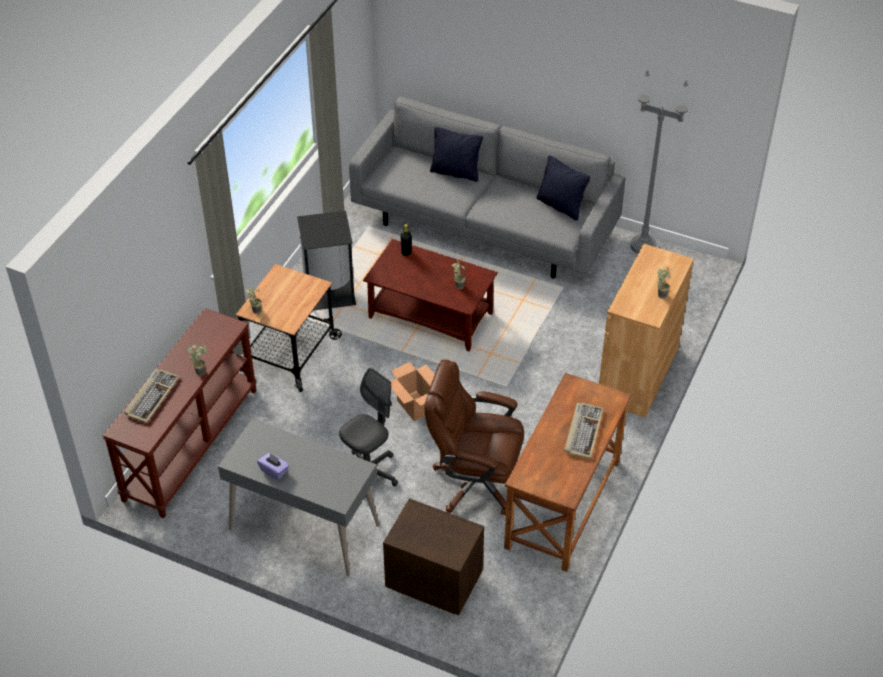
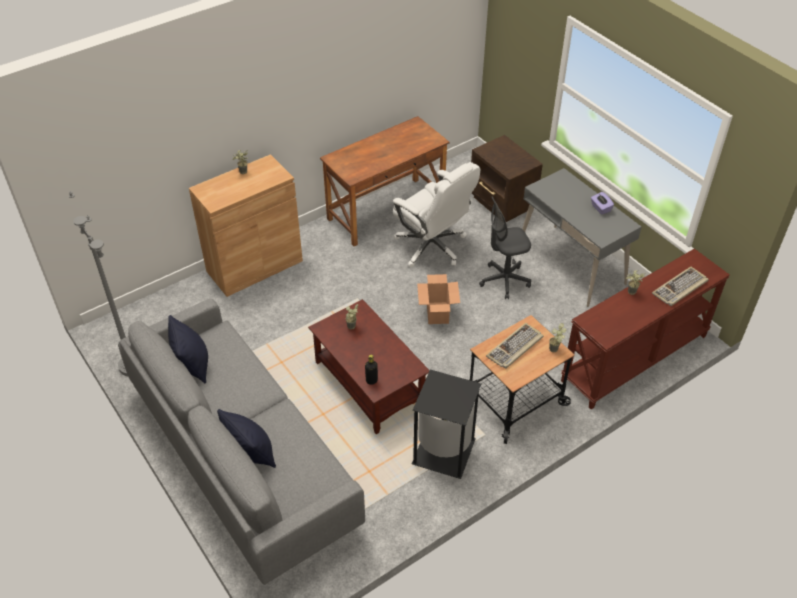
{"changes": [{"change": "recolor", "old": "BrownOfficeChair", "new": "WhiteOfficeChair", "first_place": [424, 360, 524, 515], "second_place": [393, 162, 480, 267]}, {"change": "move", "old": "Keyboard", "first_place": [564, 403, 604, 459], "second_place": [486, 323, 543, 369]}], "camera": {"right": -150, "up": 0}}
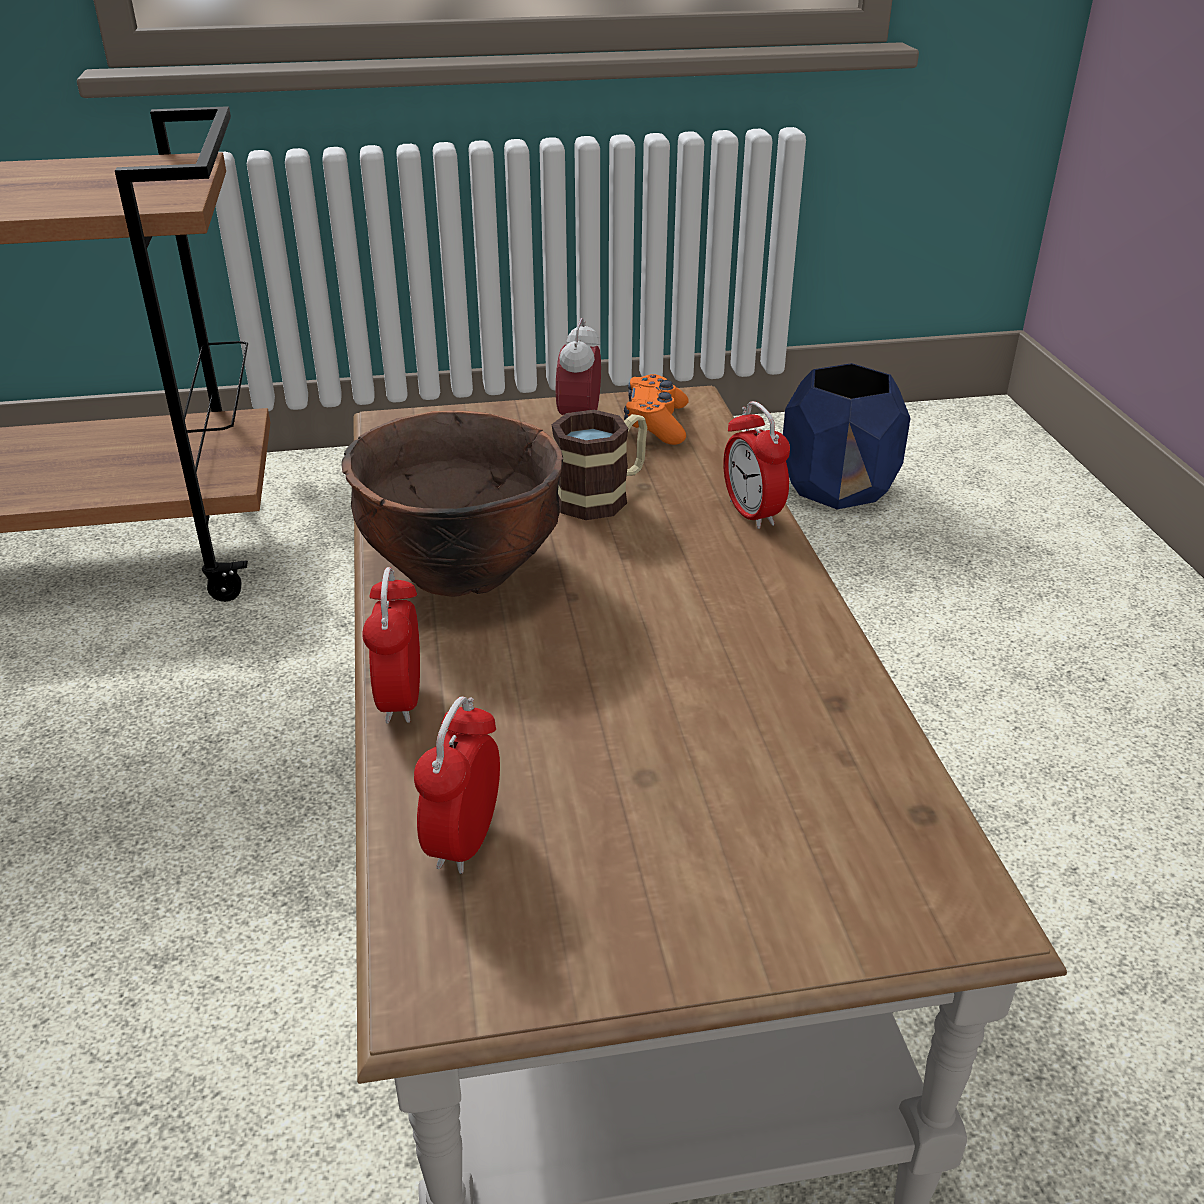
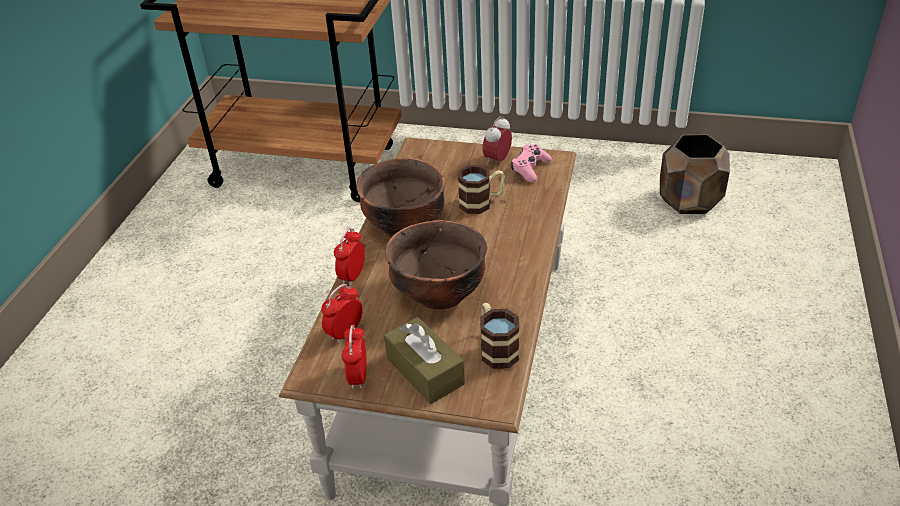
{"changes": [{"change": "recolor", "old": "BluePlanter", "new": "BrownPlanter", "first_place": [783, 363, 910, 509], "second_place": [660, 135, 730, 214]}, {"change": "recolor", "old": "OrangeGameController", "new": "PinkGameController", "first_place": [624, 374, 689, 445], "second_place": [511, 144, 552, 182]}, {"change": "move", "old": "AlarmClock", "first_place": [723, 401, 790, 529], "second_place": [342, 325, 366, 389]}, {"change": "insert", "new": "BrownBowl", "second_place": [385, 220, 487, 309]}, {"change": "insert", "new": "Mug", "second_place": [480, 303, 520, 369]}, {"change": "insert", "new": "BrownTissueBox", "second_place": [384, 317, 465, 404]}], "camera": {"right": 25, "up": 5}}
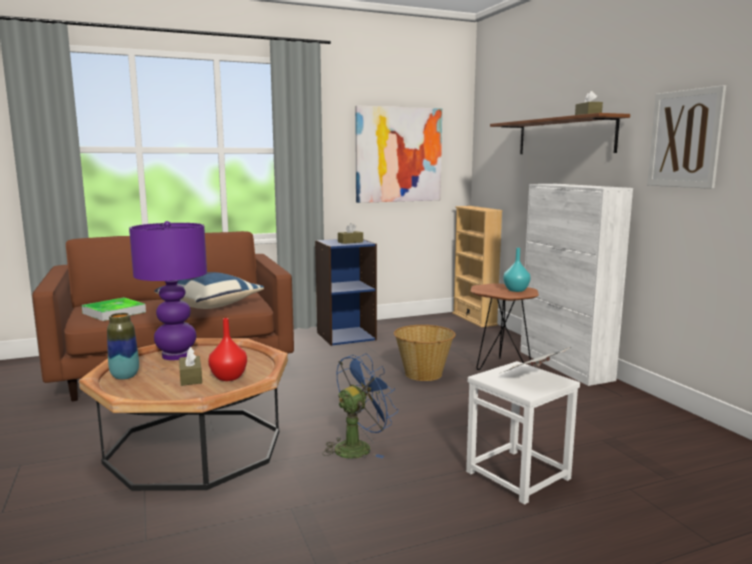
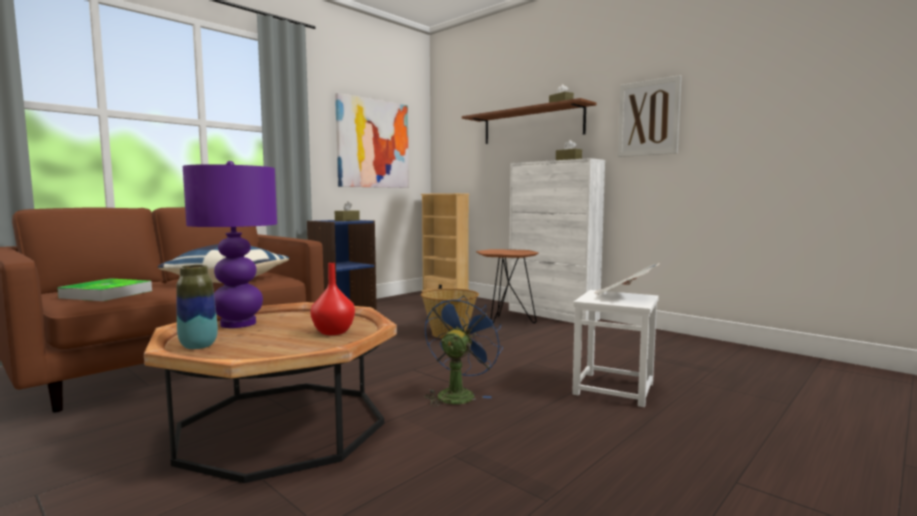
{"changes": [{"change": "delete", "old": "TurquoiseVase", "first_place": [503, 248, 531, 292]}, {"change": "move", "old": "BrownTissueBox", "first_place": [179, 347, 202, 386], "second_place": [556, 140, 582, 160]}], "camera": {"right": -25, "up": -5}}
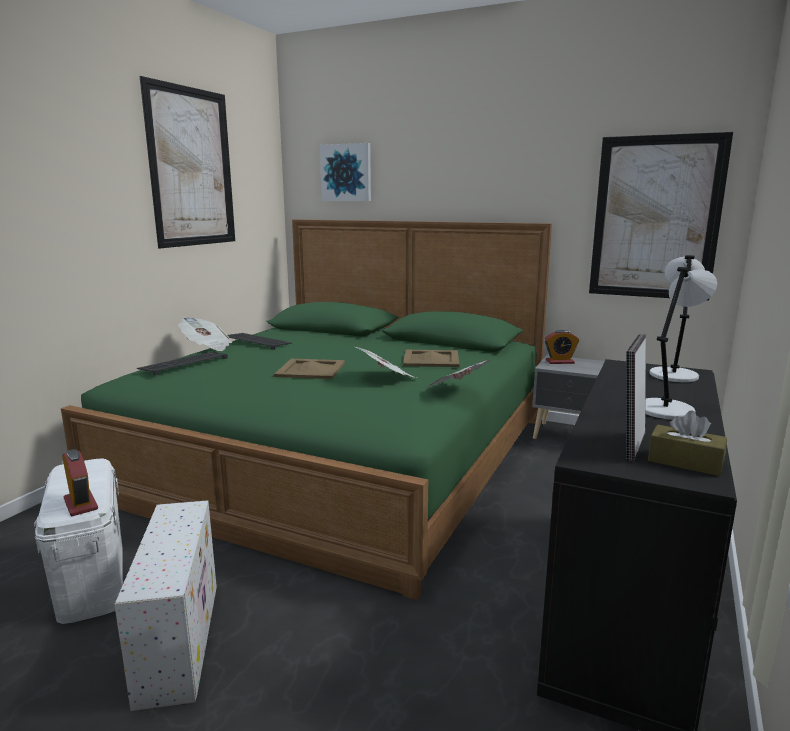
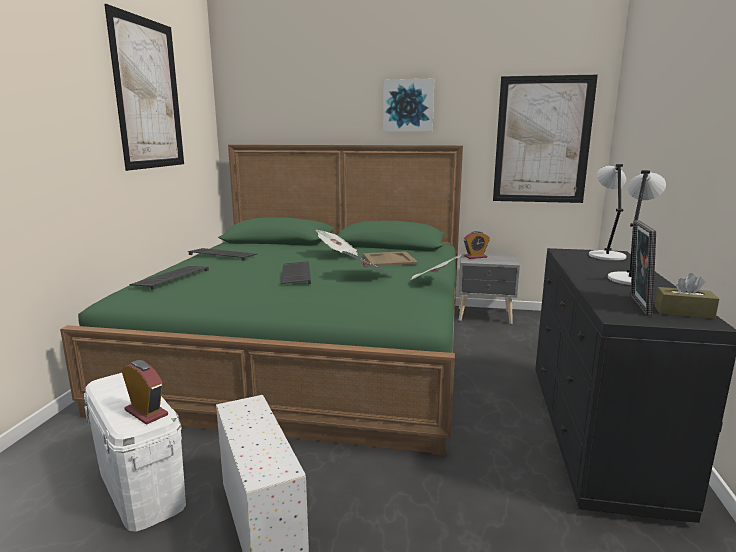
{"changes": [{"change": "move", "old": "Picture", "first_place": [320, 143, 371, 201], "second_place": [383, 79, 434, 132]}, {"change": "move", "old": "Newspaper", "first_place": [178, 317, 232, 351], "second_place": [316, 230, 358, 256]}, {"change": "replace", "old": "BeigeTray", "new": "Keyboard", "first_place": [274, 359, 345, 379], "second_place": [281, 261, 311, 284]}], "camera": {"right": -15, "up": 0}}
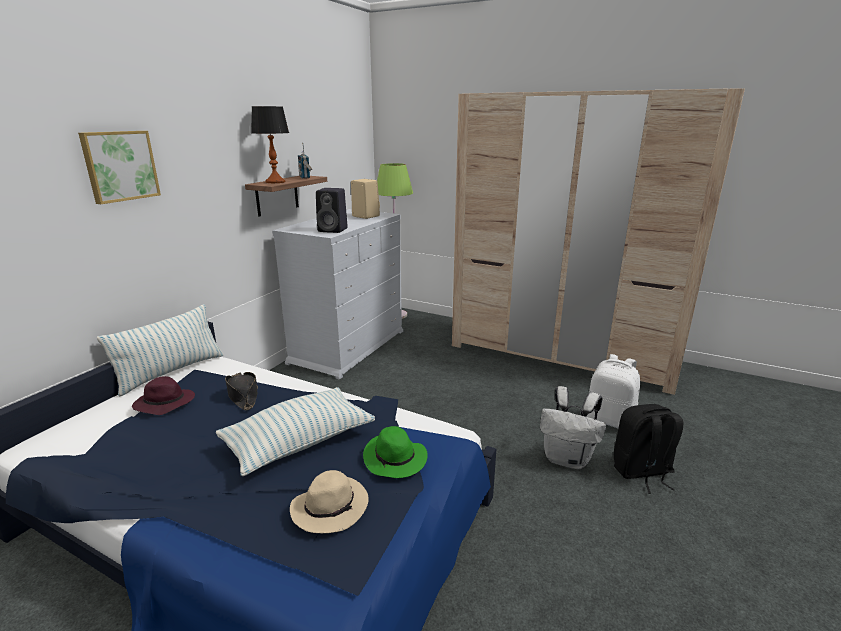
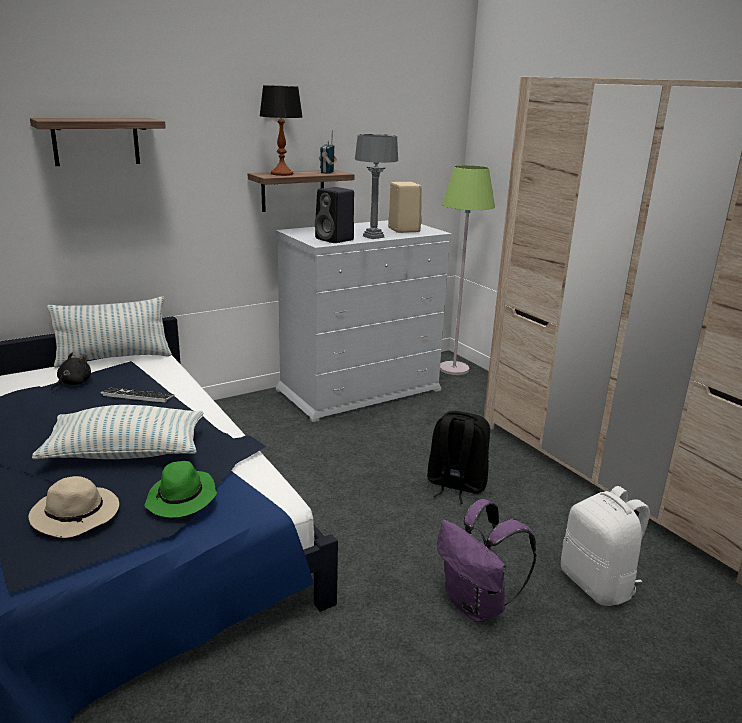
{"changes": [{"change": "replace", "old": "Picture", "new": "Shelf", "first_place": [78, 131, 161, 204], "second_place": [30, 118, 166, 166]}, {"change": "replace", "old": "BlackHat", "new": "Keyboard", "first_place": [225, 372, 258, 410], "second_place": [101, 387, 175, 403]}, {"change": "replace", "old": "PurpleHat", "new": "BlackPlushToy", "first_place": [132, 376, 195, 415], "second_place": [51, 353, 91, 391]}, {"change": "recolor", "old": "WhiteBackpack", "new": "PurpleBackpack", "first_place": [540, 386, 606, 469], "second_place": [437, 499, 537, 623]}, {"change": "move", "old": "BlackBackpack", "first_place": [614, 404, 683, 494], "second_place": [427, 411, 490, 504]}, {"change": "insert", "new": "GreyTableLamp", "second_place": [355, 134, 398, 239]}], "camera": {"right": 30, "up": 0}}
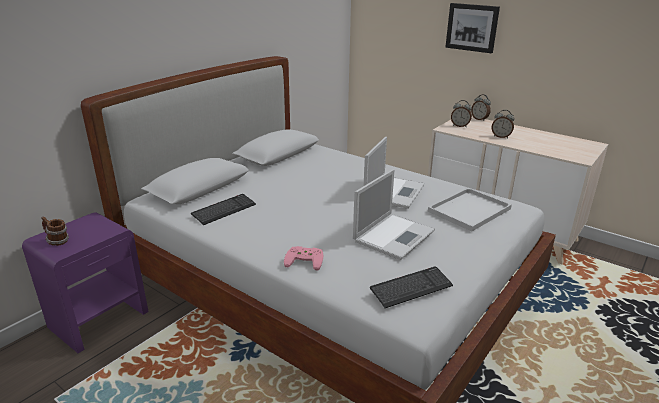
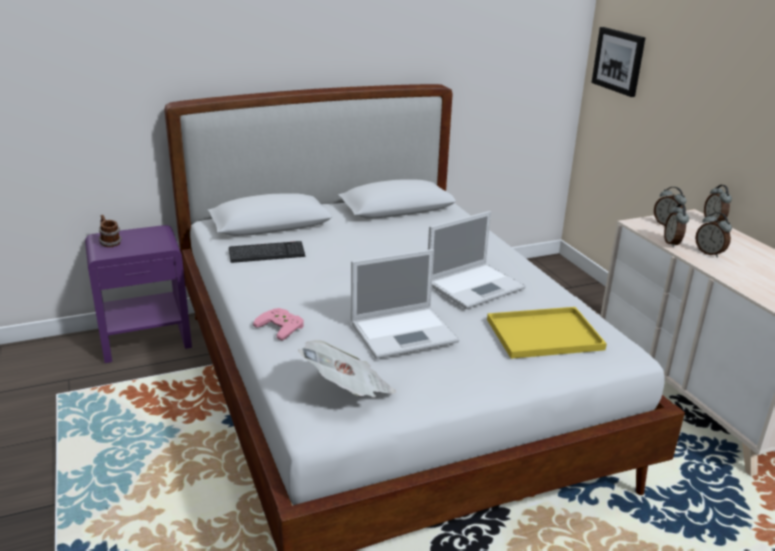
{"changes": [{"change": "move", "old": "Picture", "first_place": [445, 3, 500, 53], "second_place": [591, 27, 645, 97]}, {"change": "recolor", "old": "WhiteTray", "new": "YellowTray", "first_place": [428, 188, 512, 231], "second_place": [487, 307, 607, 359]}, {"change": "replace", "old": "Keyboard", "new": "Newspaper", "first_place": [370, 267, 453, 308], "second_place": [298, 340, 396, 397]}, {"change": "insert", "new": "AlarmClock", "second_place": [664, 204, 689, 248]}], "camera": {"right": 30, "up": 0}}
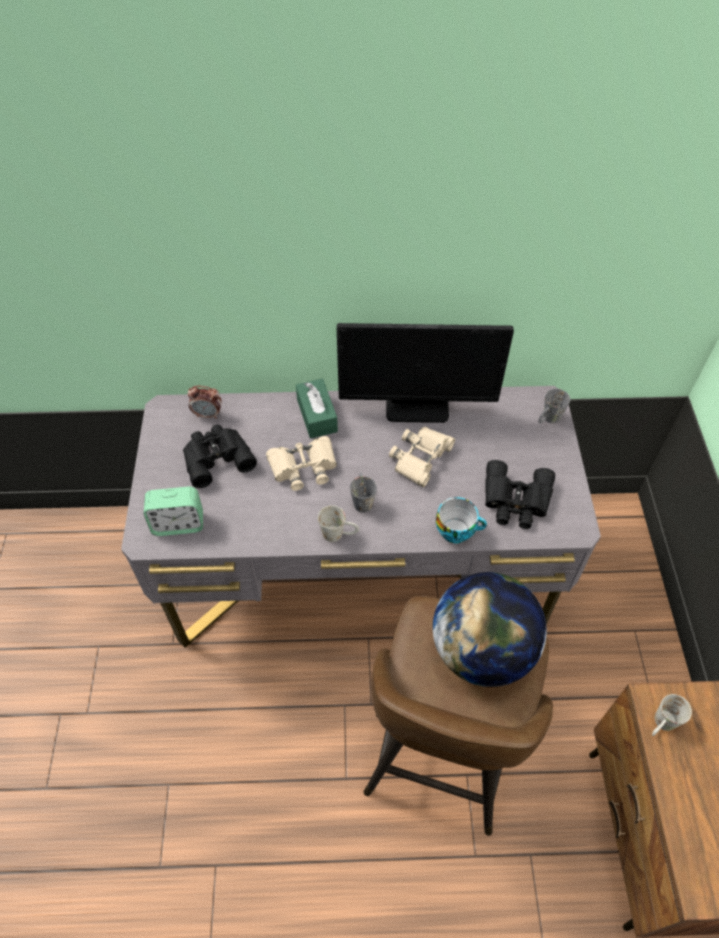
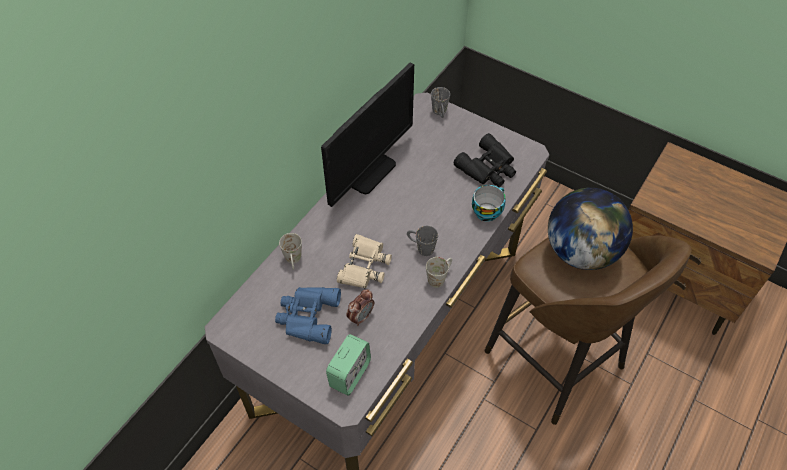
{"changes": [{"change": "delete", "old": "GreenTissueBox", "first_place": [296, 379, 338, 438]}, {"change": "move", "old": "AlarmClock", "first_place": [188, 386, 222, 419], "second_place": [346, 289, 374, 326]}, {"change": "recolor", "old": "BlackBinoculars", "new": "BlueBinoculars", "first_place": [183, 425, 257, 488], "second_place": [275, 287, 341, 344]}, {"change": "delete", "old": "BeigeBinoculars", "first_place": [389, 427, 455, 487]}, {"change": "move", "old": "WhiteMug", "first_place": [652, 694, 692, 736], "second_place": [279, 233, 302, 270]}], "camera": {"right": -55, "up": 0}}
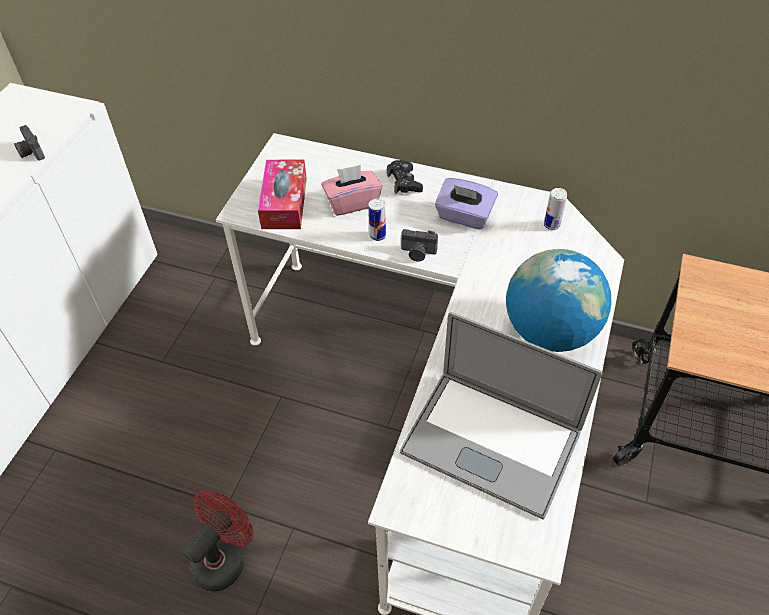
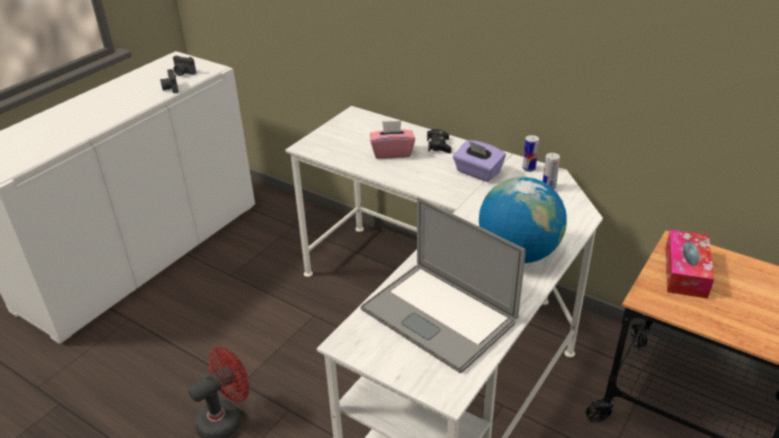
{"changes": [{"change": "move", "old": "TissueBox", "first_place": [258, 160, 307, 229], "second_place": [665, 230, 714, 299]}, {"change": "move", "old": "Can", "first_place": [368, 199, 386, 241], "second_place": [522, 135, 539, 172]}, {"change": "move", "old": "PhotoCamera", "first_place": [401, 229, 438, 261], "second_place": [173, 56, 196, 76]}], "camera": {"right": 15, "up": -15}}
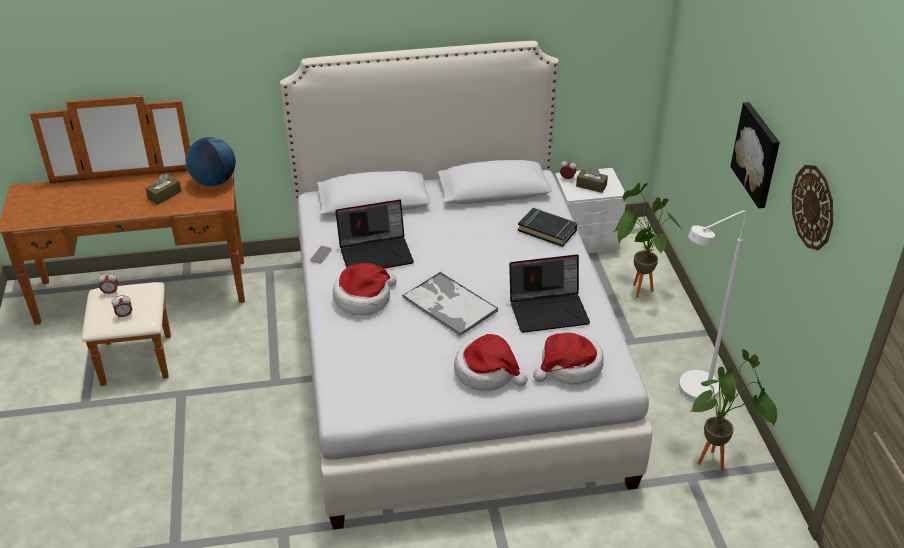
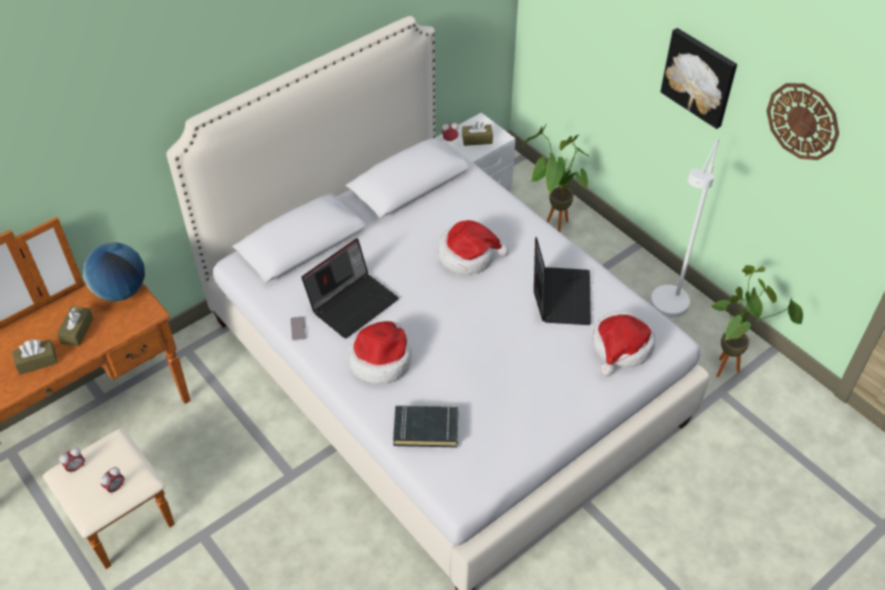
{"changes": [{"change": "move", "old": "BlackBook", "first_place": [518, 208, 577, 247], "second_place": [393, 405, 459, 448]}, {"change": "rotate", "old": "Laptop", "first_place": [509, 254, 590, 333], "second_place": [534, 237, 591, 325], "degrees": -45}, {"change": "delete", "old": "Tray", "first_place": [402, 272, 498, 337]}, {"change": "move", "old": "Hat", "first_place": [454, 334, 528, 391], "second_place": [438, 220, 509, 275]}, {"change": "insert", "new": "BrownTissueBox", "second_place": [12, 339, 58, 375]}], "camera": {"right": -30, "up": 10}}
